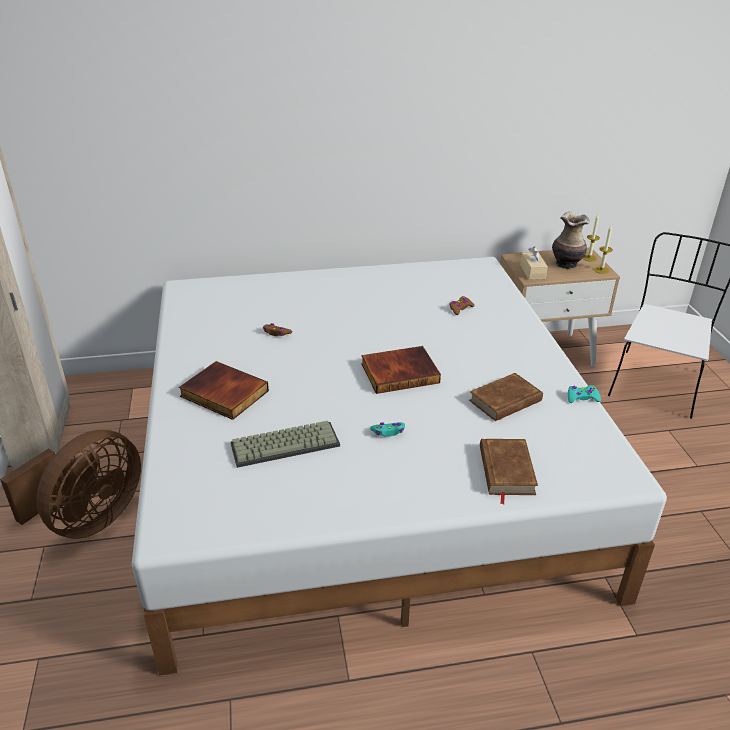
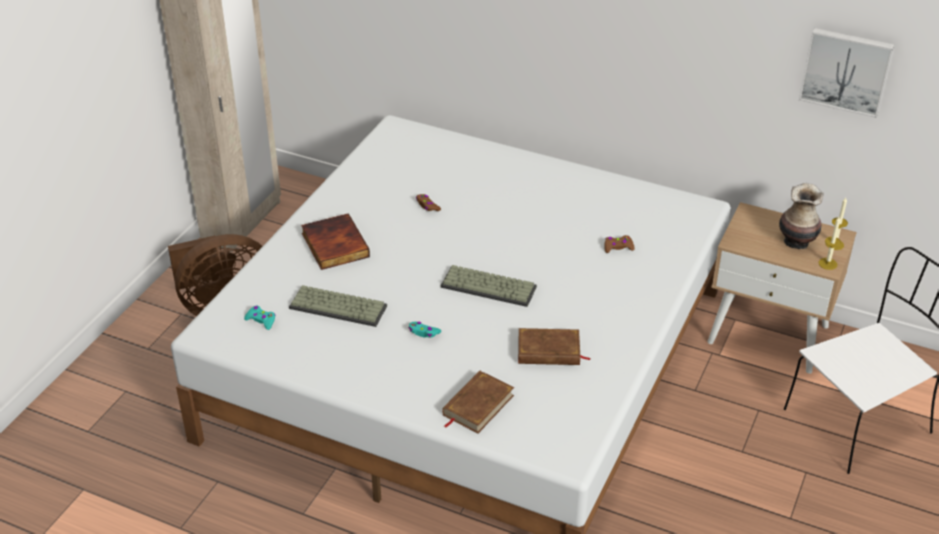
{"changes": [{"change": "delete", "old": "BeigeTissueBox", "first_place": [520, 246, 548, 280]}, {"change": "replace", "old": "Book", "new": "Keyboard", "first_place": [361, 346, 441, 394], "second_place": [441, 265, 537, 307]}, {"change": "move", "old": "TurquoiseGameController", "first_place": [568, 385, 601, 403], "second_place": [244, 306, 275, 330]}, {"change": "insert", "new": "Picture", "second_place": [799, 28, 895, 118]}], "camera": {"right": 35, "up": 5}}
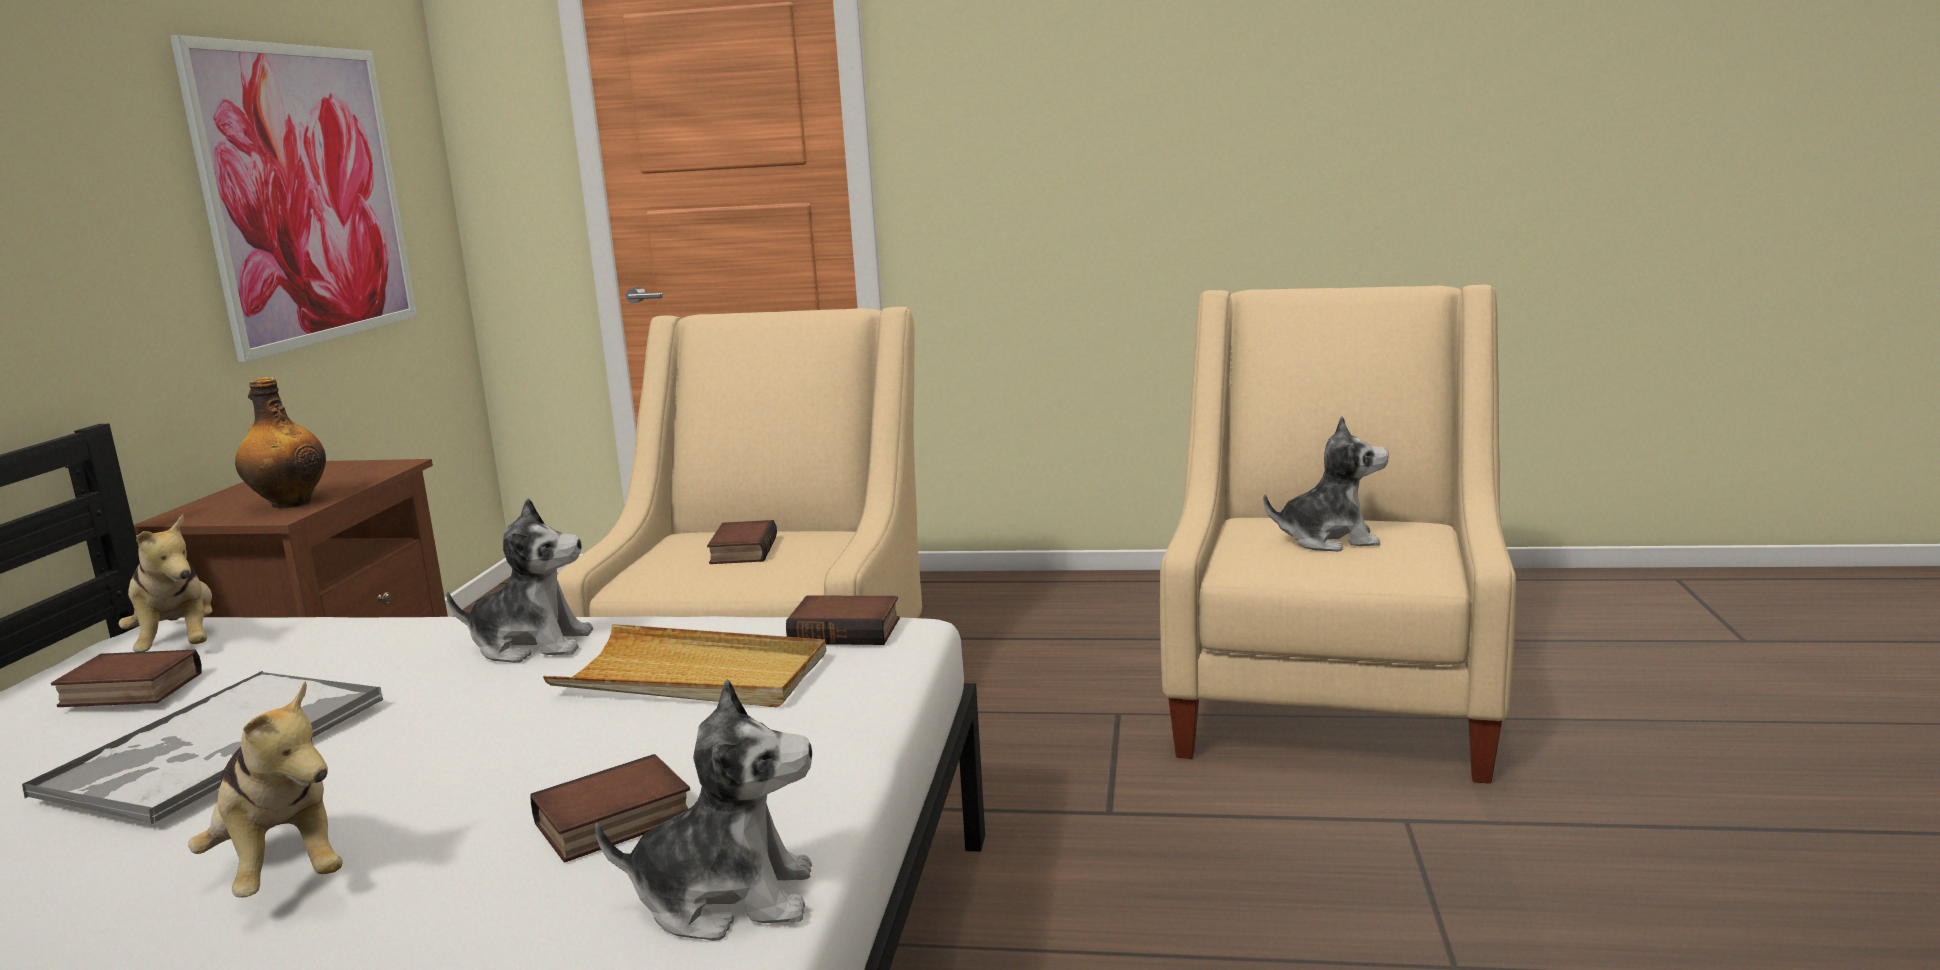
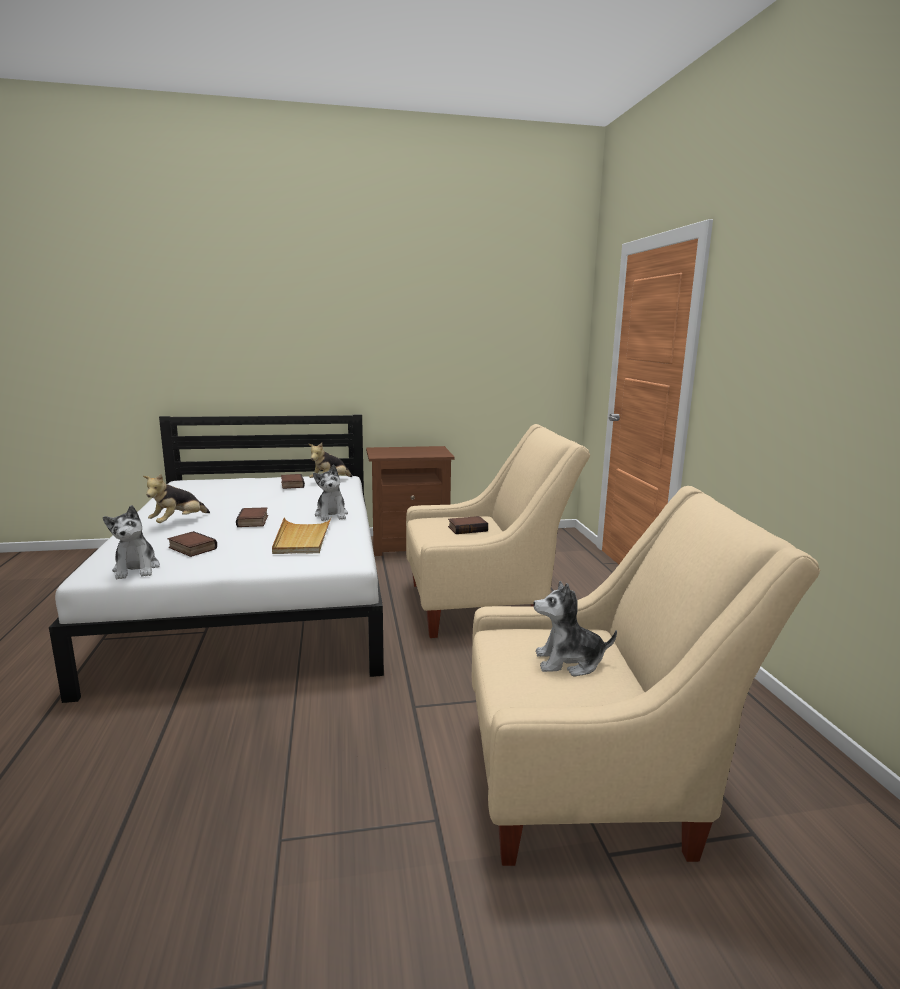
{"changes": [{"change": "delete", "old": "Picture", "first_place": [170, 35, 417, 362]}, {"change": "delete", "old": "Bottle", "first_place": [235, 377, 326, 508]}, {"change": "rotate", "old": "PlushToy", "first_place": [1263, 416, 1389, 552], "second_place": [534, 581, 617, 676], "degrees": 105}, {"change": "move", "old": "Book", "first_place": [786, 595, 900, 645], "second_place": [236, 507, 268, 527]}, {"change": "delete", "old": "Tray", "first_place": [22, 671, 383, 825]}], "camera": {"right": 70, "up": 0}}
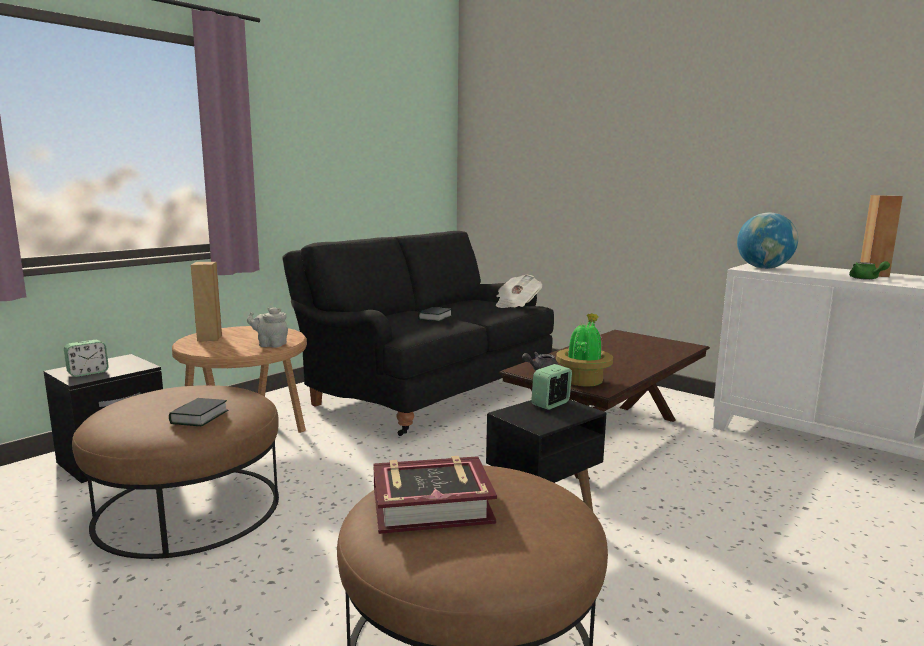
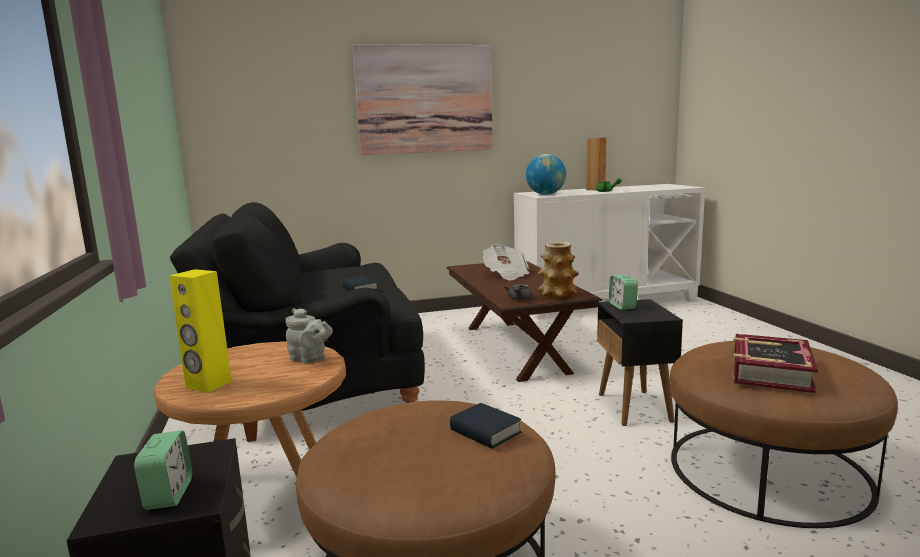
{"changes": [{"change": "recolor", "old": "BrownSpeaker", "new": "YellowSpeaker", "first_place": [191, 262, 222, 341], "second_place": [169, 269, 232, 393]}, {"change": "move", "old": "Newspaper", "first_place": [496, 275, 542, 308], "second_place": [483, 244, 529, 280]}, {"change": "rotate", "old": "GreyTeapot", "first_place": [247, 307, 288, 348], "second_place": [285, 308, 333, 363], "degrees": -105}, {"change": "replace", "old": "PottedPlant", "new": "Vase", "first_place": [556, 313, 613, 386], "second_place": [538, 242, 579, 299]}, {"change": "insert", "new": "Picture", "second_place": [353, 44, 493, 155]}], "camera": {"right": -55, "up": 0}}
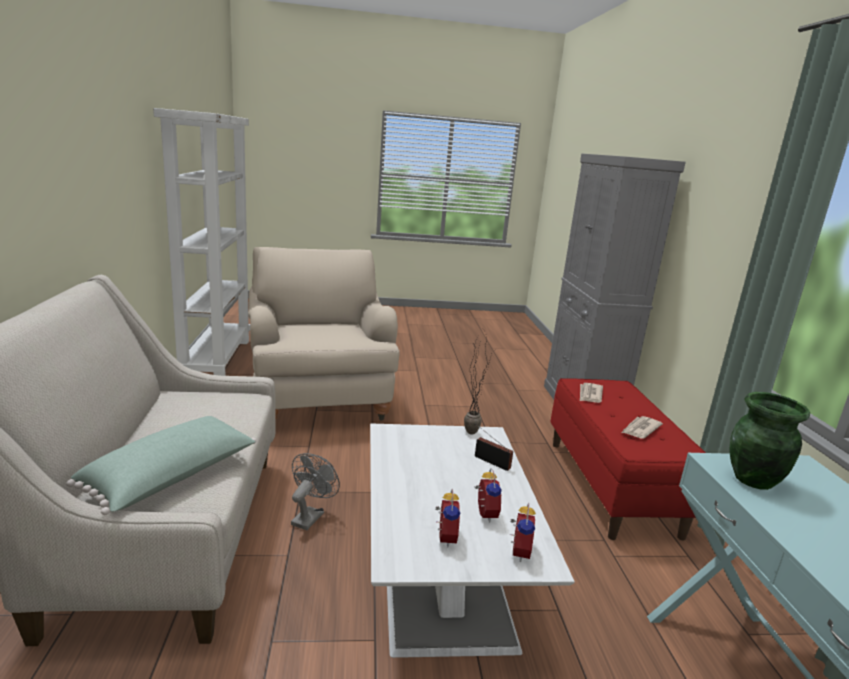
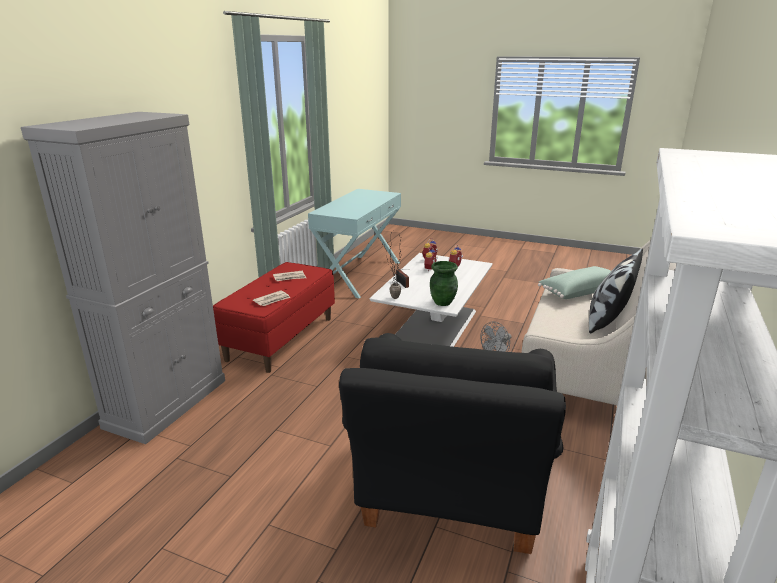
{"changes": [{"change": "recolor", "old": "BeigeArmchair", "new": "BlackArmchair", "first_place": [248, 247, 400, 421], "second_place": [339, 333, 566, 554]}, {"change": "move", "old": "GreenVase", "first_place": [729, 392, 810, 490], "second_place": [430, 261, 458, 306]}, {"change": "insert", "new": "Pillow", "second_place": [589, 249, 643, 334]}], "camera": {"right": -150, "up": 5}}
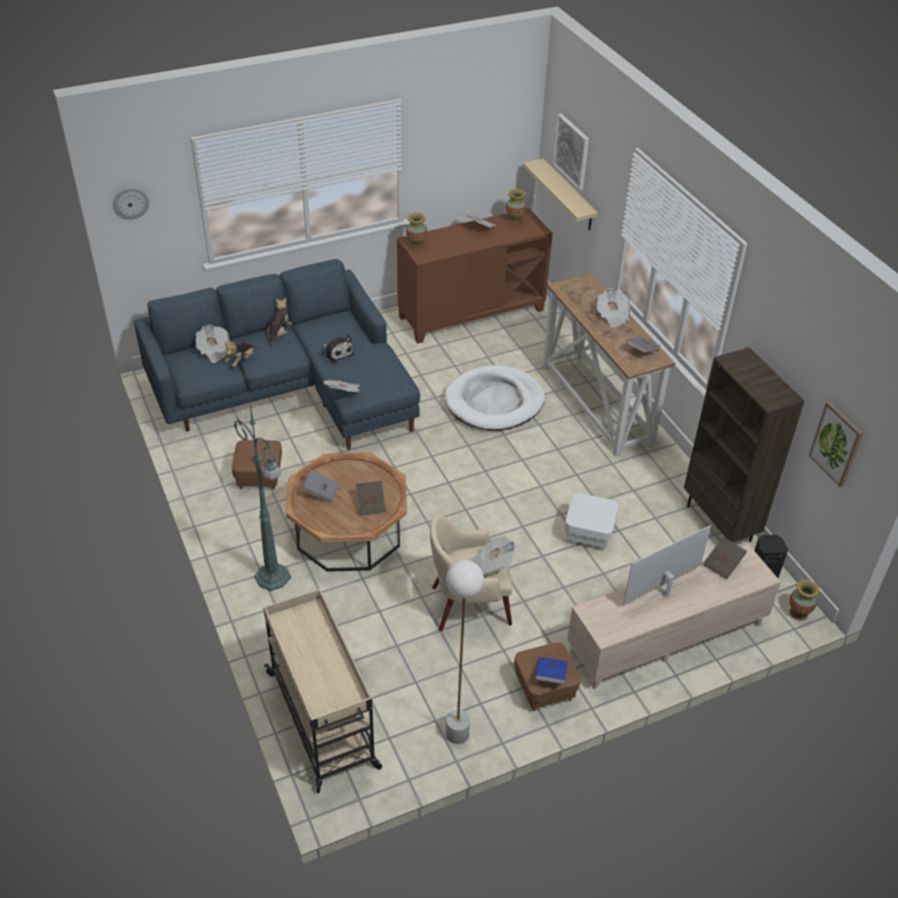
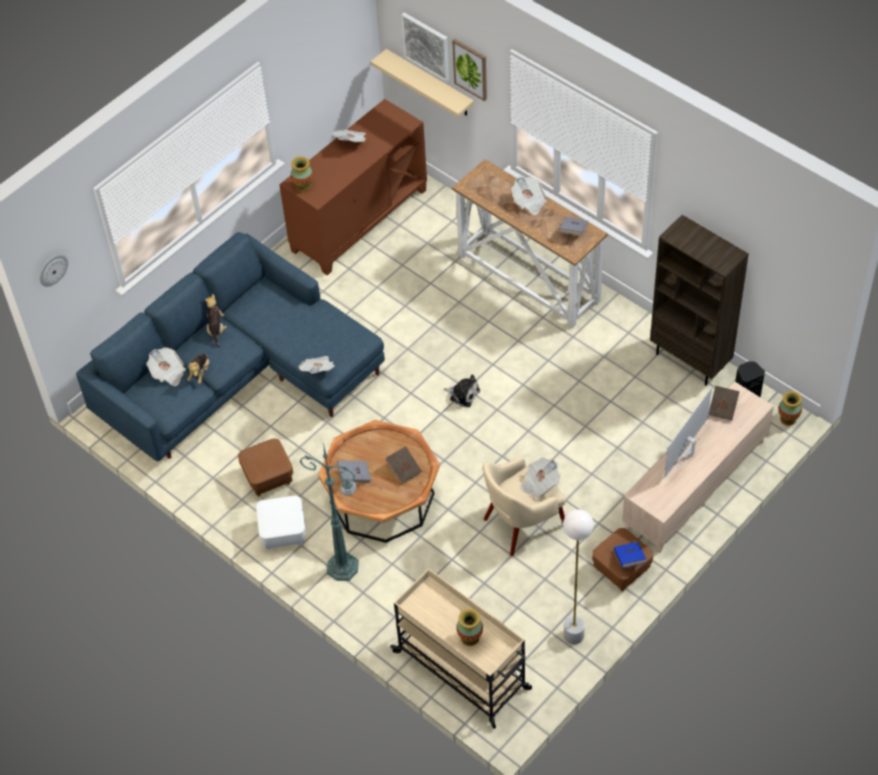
{"changes": [{"change": "move", "old": "Vase", "first_place": [506, 189, 527, 225], "second_place": [457, 609, 483, 646]}, {"change": "move", "old": "PlushToy", "first_place": [322, 335, 354, 364], "second_place": [443, 374, 480, 407]}, {"change": "delete", "old": "WhiteDogBed", "first_place": [445, 365, 545, 431]}, {"change": "move", "old": "Picture", "first_place": [809, 401, 863, 487], "second_place": [452, 39, 487, 101]}, {"change": "move", "old": "WhiteOttoman", "first_place": [565, 493, 619, 551], "second_place": [256, 496, 306, 550]}], "camera": {"right": -20, "up": 10}}
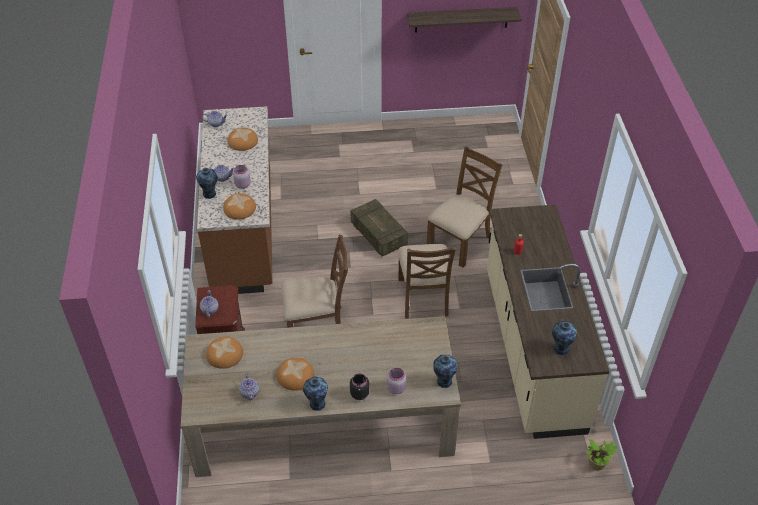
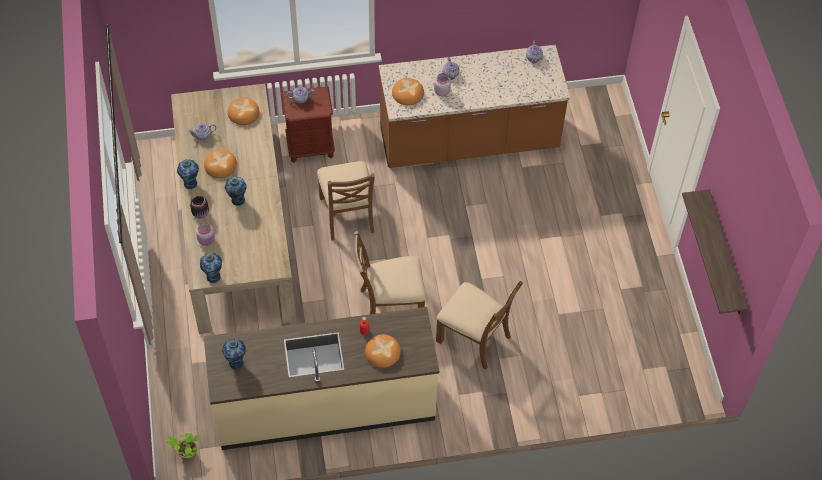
{"changes": [{"change": "move", "old": "Bread", "first_place": [227, 128, 258, 151], "second_place": [365, 335, 401, 368]}, {"change": "move", "old": "Vase", "first_place": [196, 168, 218, 199], "second_place": [225, 176, 247, 206]}, {"change": "delete", "old": "Crate", "first_place": [350, 199, 408, 256]}], "camera": {"right": 85, "up": 10}}
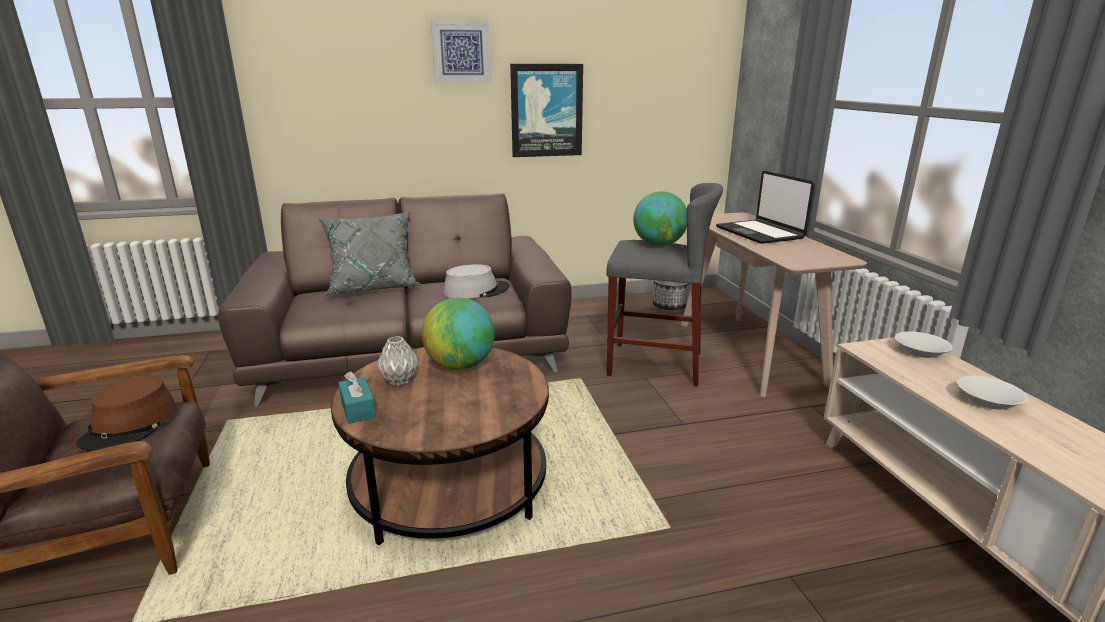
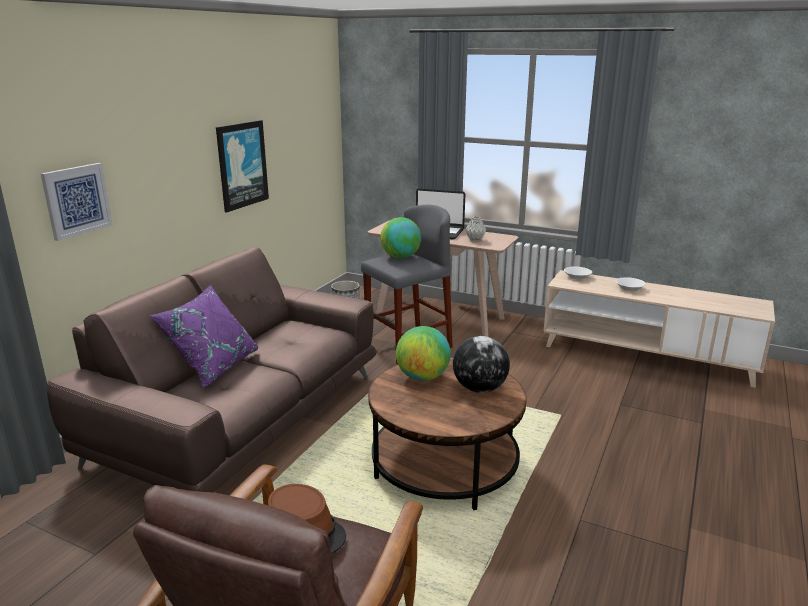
{"changes": [{"change": "move", "old": "Picture", "first_place": [431, 20, 491, 83], "second_place": [41, 163, 113, 241]}, {"change": "recolor", "old": "GreyPillow", "new": "PurplePillow", "first_place": [318, 212, 422, 295], "second_place": [150, 285, 258, 388]}, {"change": "delete", "old": "GreyHat", "first_place": [443, 264, 510, 299]}, {"change": "move", "old": "GreyVase", "first_place": [377, 336, 418, 386], "second_place": [465, 217, 486, 241]}, {"change": "delete", "old": "TurquoiseTissueBox", "first_place": [338, 371, 376, 424]}, {"change": "insert", "new": "Globe", "second_place": [453, 336, 510, 393]}], "camera": {"right": -50, "up": 0}}
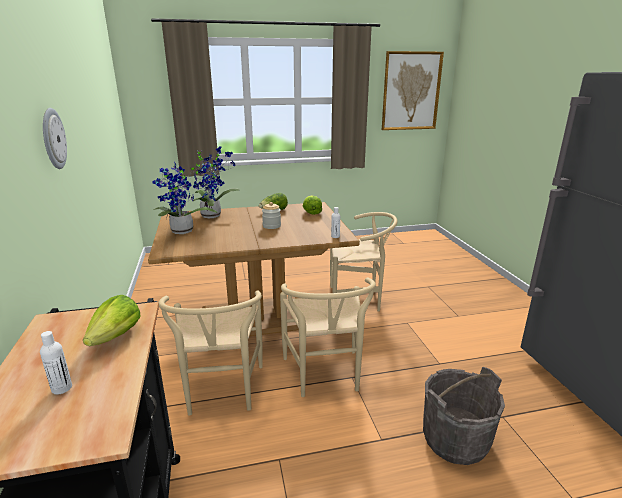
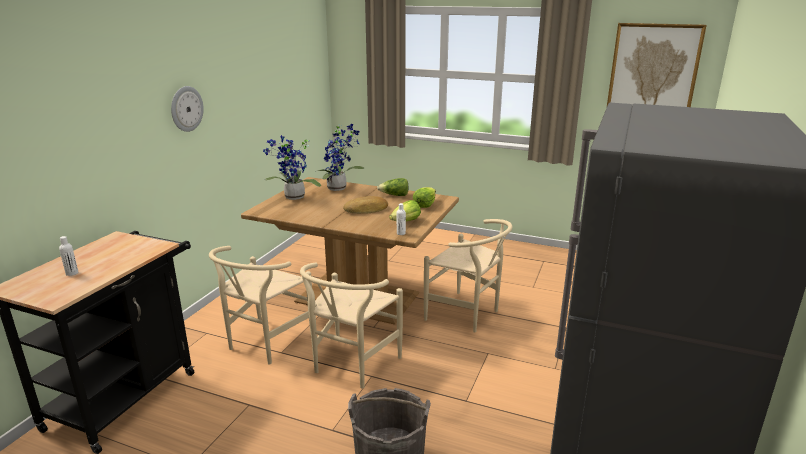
{"changes": [{"change": "replace", "old": "Jar", "new": "Bread", "first_place": [262, 202, 281, 229], "second_place": [343, 196, 388, 214]}, {"change": "move", "old": "Lettuce", "first_place": [83, 295, 141, 346], "second_place": [389, 200, 421, 221]}], "camera": {"right": 35, "up": 0}}
